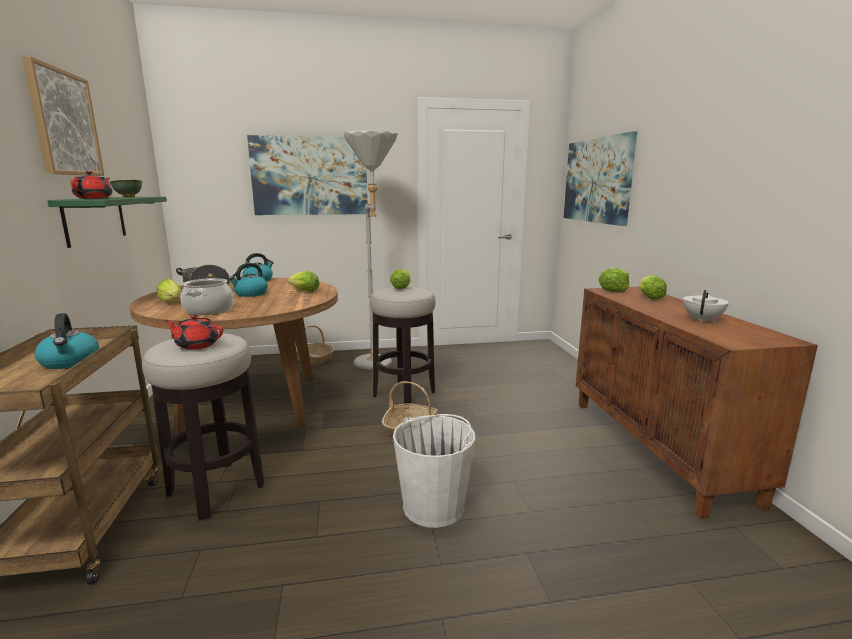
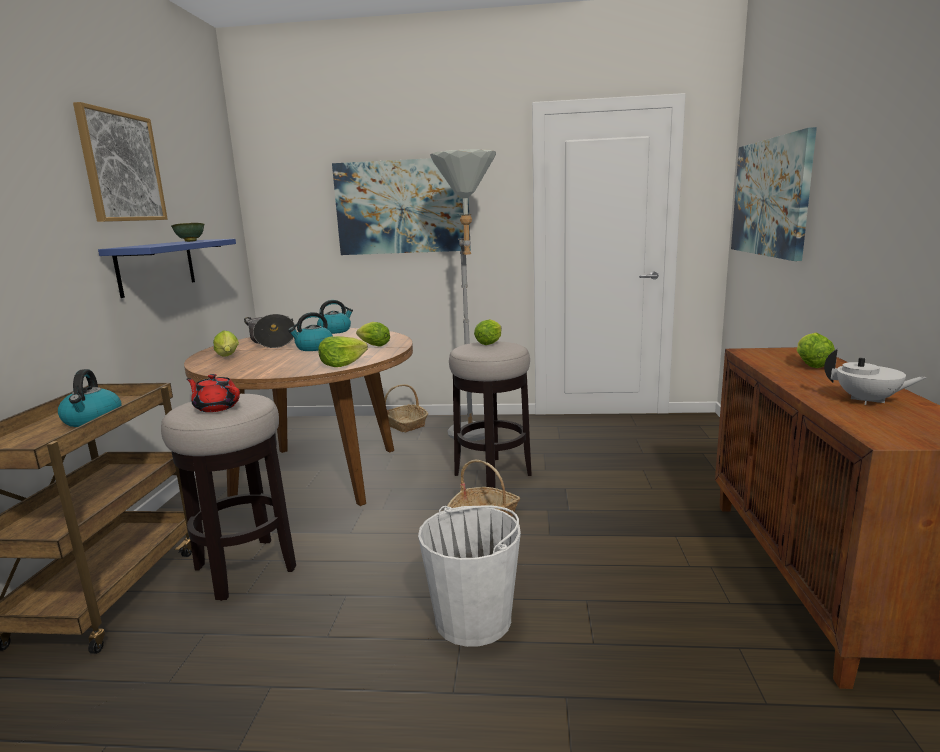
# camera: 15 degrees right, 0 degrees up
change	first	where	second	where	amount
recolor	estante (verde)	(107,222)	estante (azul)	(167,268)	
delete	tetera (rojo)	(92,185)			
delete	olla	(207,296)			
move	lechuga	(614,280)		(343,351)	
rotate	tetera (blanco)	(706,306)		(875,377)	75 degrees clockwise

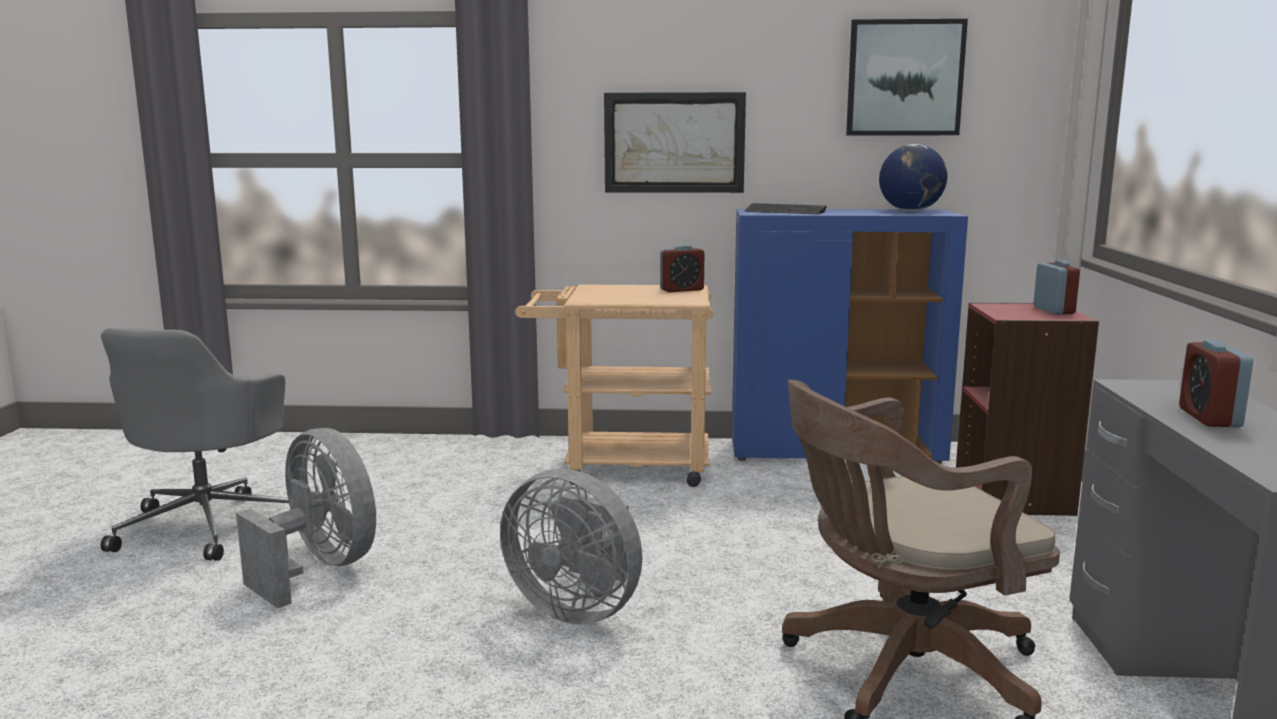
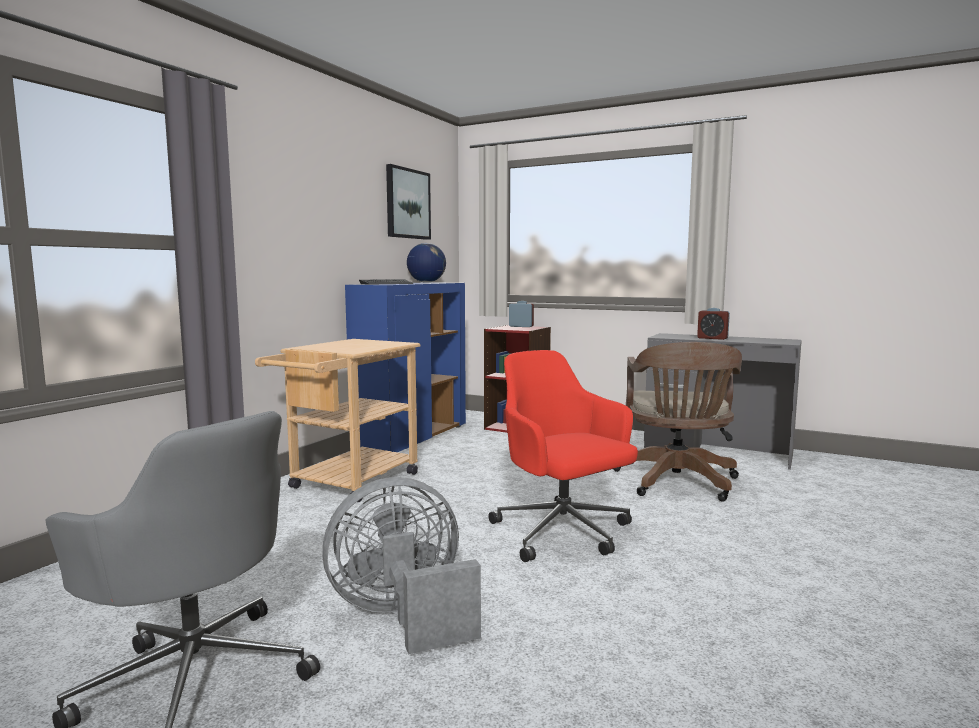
# camera: 65 degrees left, 5 degrees down
change	first	where	second	where	amount
replace	ventilador (gris)	(571,547)	silla de oficina (rojo)	(563,456)	
delete	cuadro	(675,142)			
delete	despertador	(682,268)			

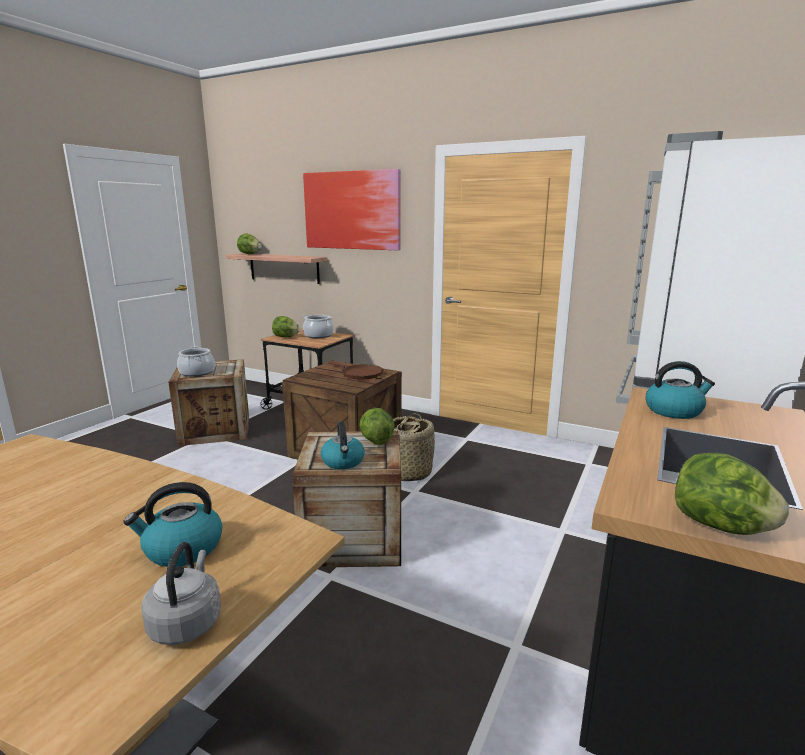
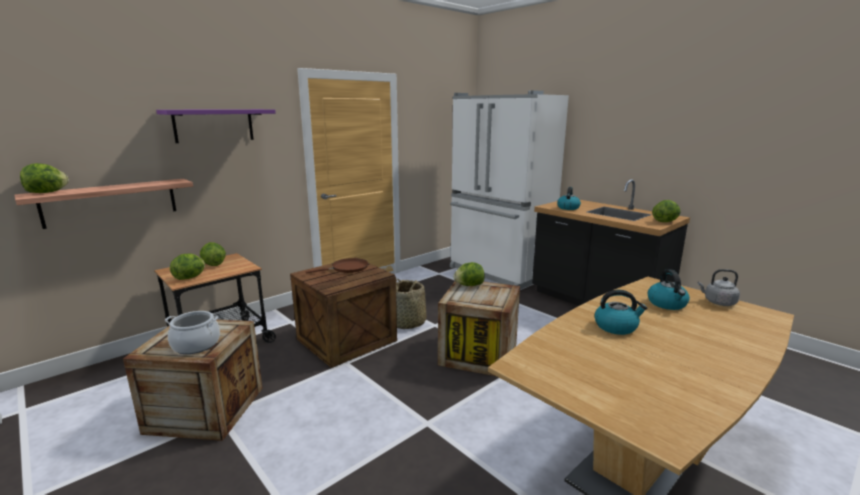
# camera: 70 degrees left, 0 degrees up
change	first	where	second	where	amount
replace	cuadro	(352,210)	estante (morado)	(216,126)	
replace	olla	(318,326)	lechuga	(213,254)	
move	hervidor	(342,445)		(621,312)	

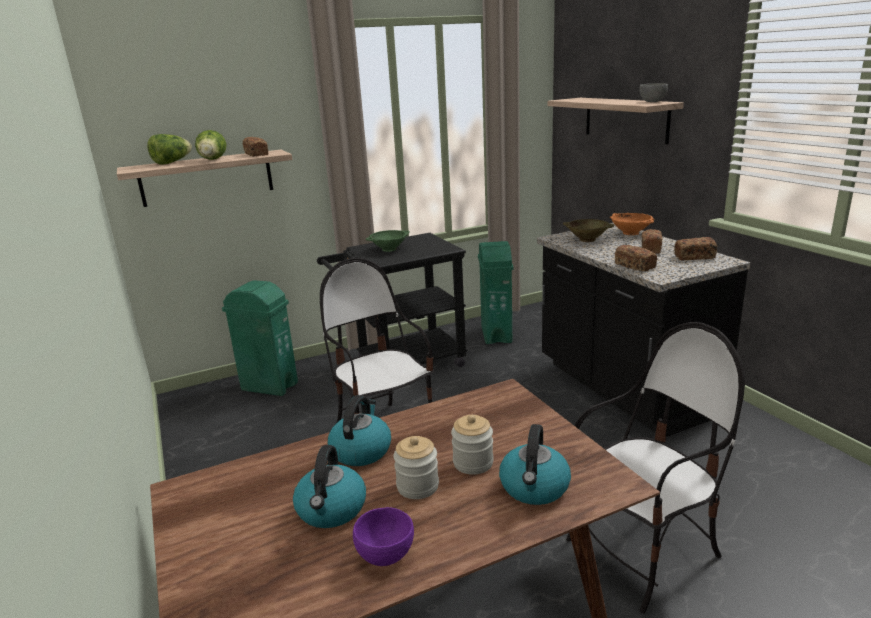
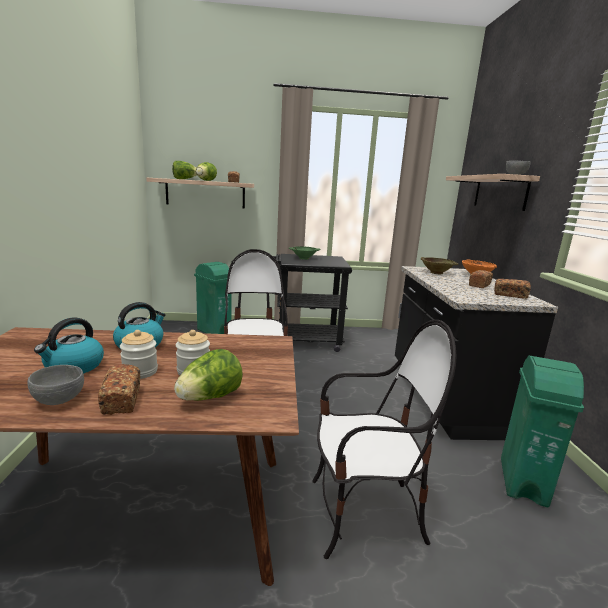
# camera: 20 degrees right, 5 degrees down
change	first	where	second	where	amount
recolor	cuenco (morado)	(383,536)	cuenco (gris)	(55,385)	
move	papelera (verde)	(495,292)		(542,431)	
replace	hervidor	(535,464)	lechuga	(208,375)	
move	pan	(635,258)		(119,389)	

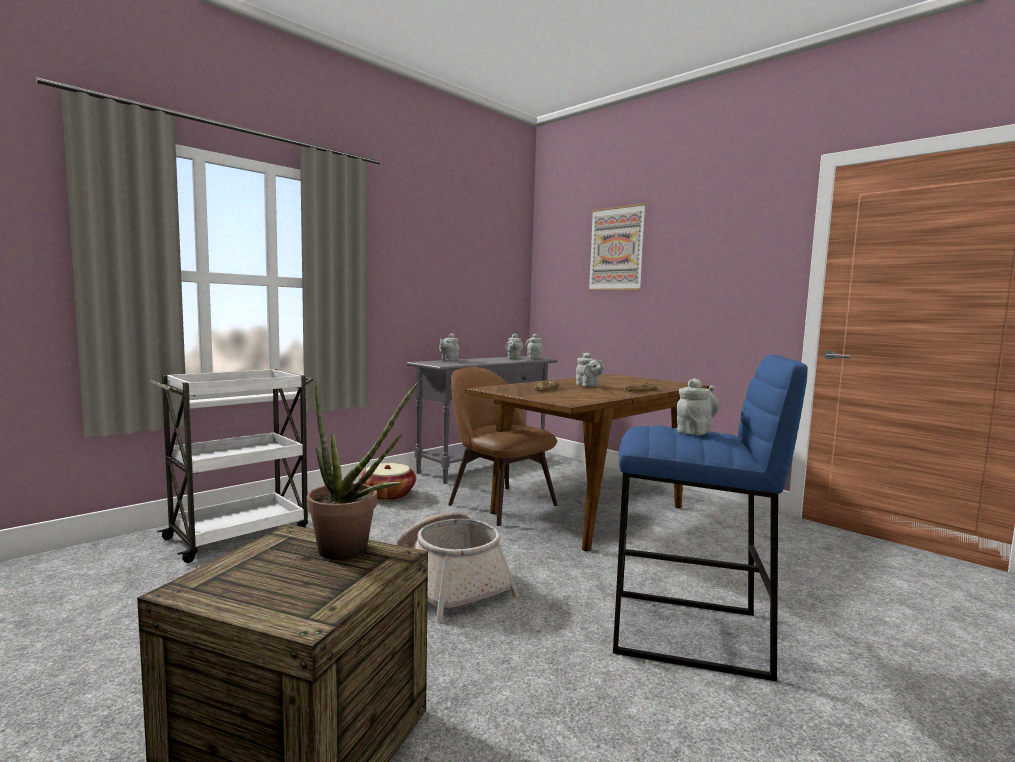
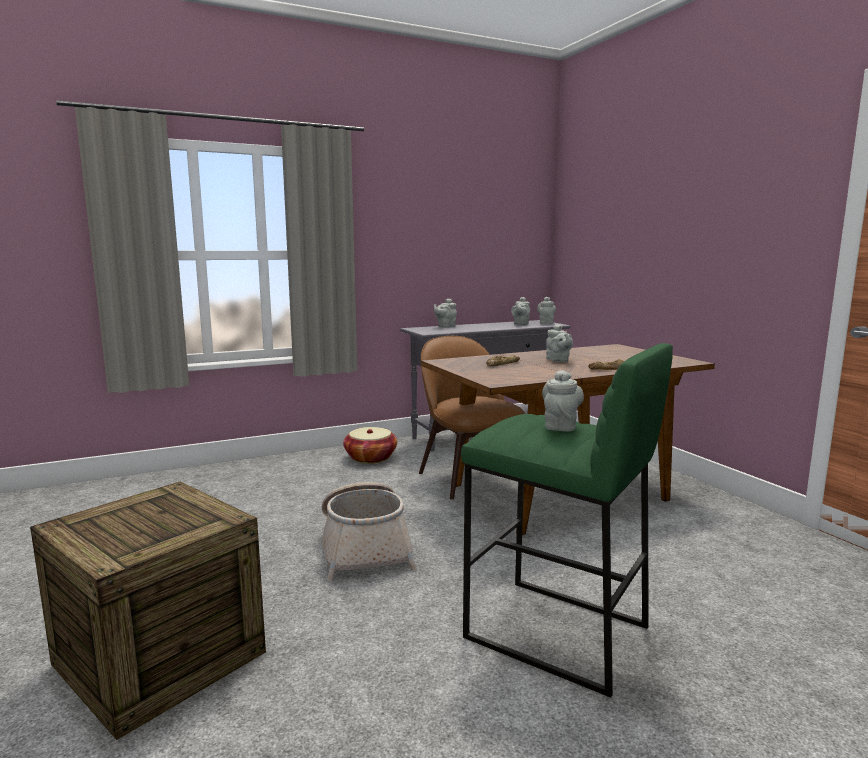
# camera: 20 degrees right, 5 degrees up
change	first	where	second	where	amount
delete	carrito (blanco)	(232,466)			
delete	planta en maceta	(362,470)			
delete	cuadro	(617,247)			
recolor	taburete (azul)	(710,518)	taburete (verde)	(567,520)	
rotate	tetera (gris)	(697,406)		(563,401)	45 degrees counterclockwise

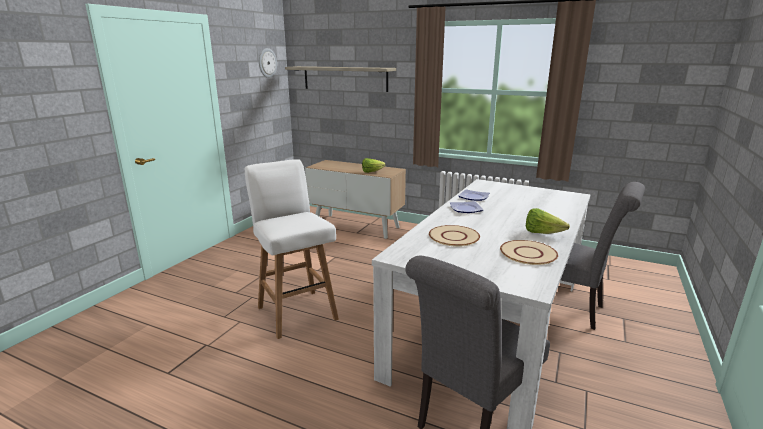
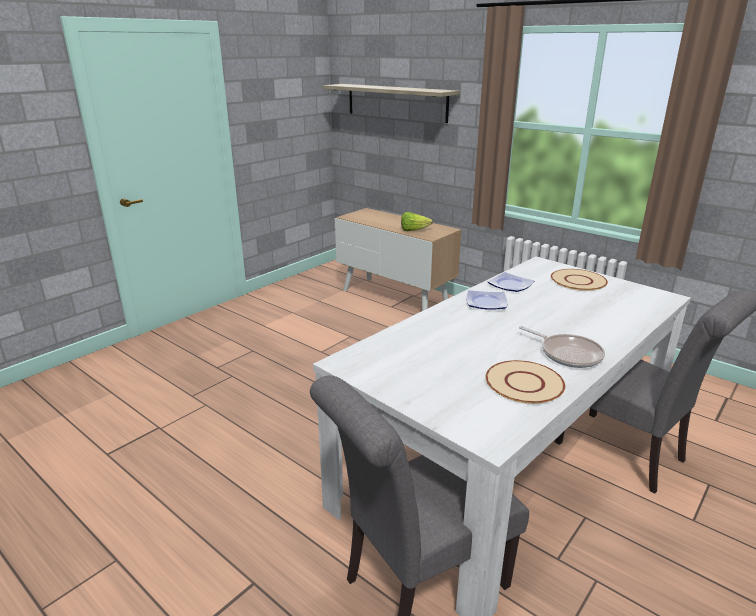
# camera: 15 degrees right, 5 degrees up
change	first	where	second	where	amount
delete	taburete (blanco)	(291,249)			
delete	reloj de pared	(268,63)			
move	plato (beis)	(454,236)		(579,280)	
replace	lechuga	(548,221)	sartén	(562,347)	

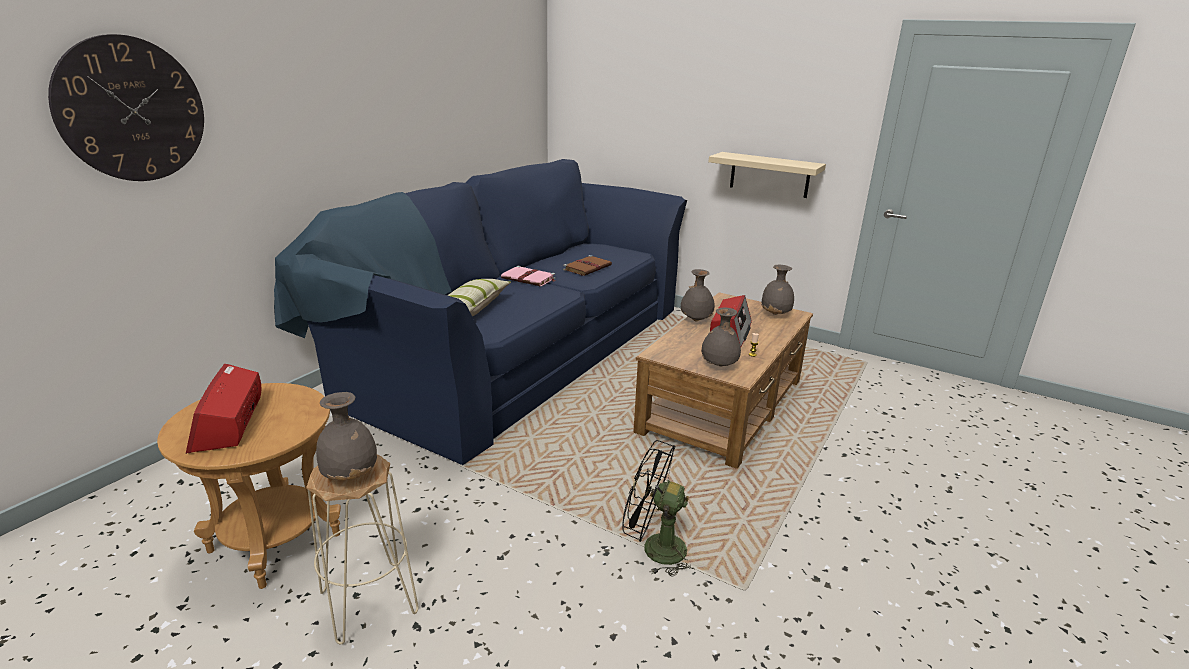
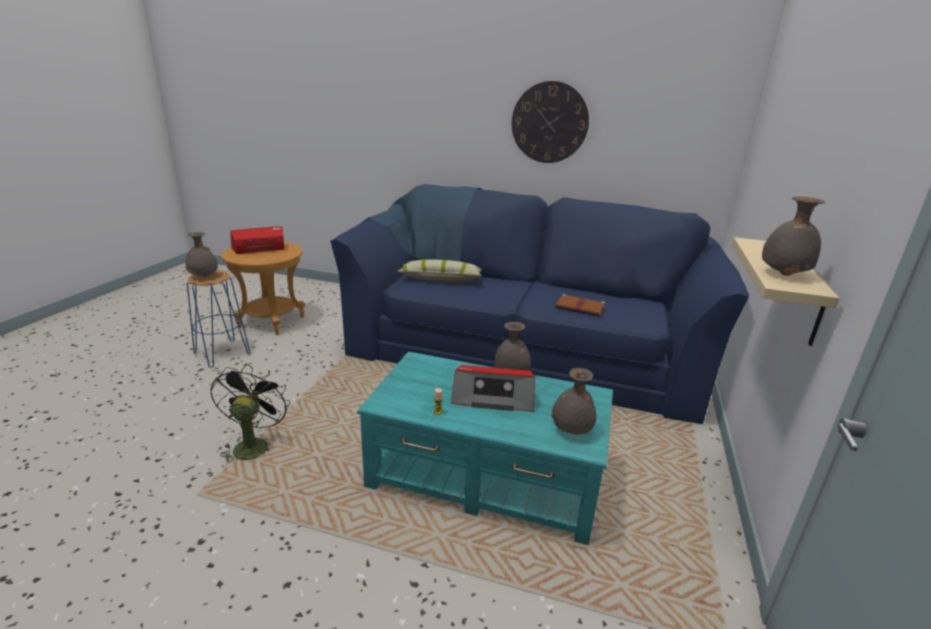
# camera: 75 degrees right, 0 degrees up
change	first	where	second	where	amount
move	reloj de pared	(126,107)		(550,122)	
recolor	taburete (beis)	(362,549)	taburete (azul)	(218,319)	
delete	libro (rosa)	(528,276)			
recolor	mesa de centro (marrón)	(723,380)	mesa de centro (turquesa)	(485,448)	
move	florero (gris)	(721,337)		(793,236)	

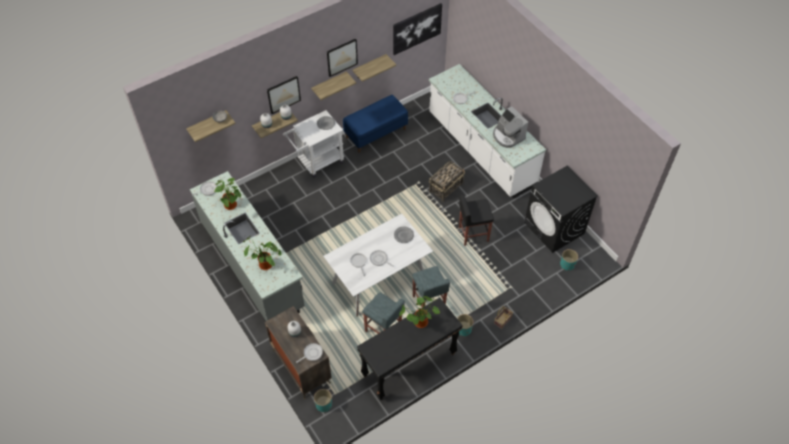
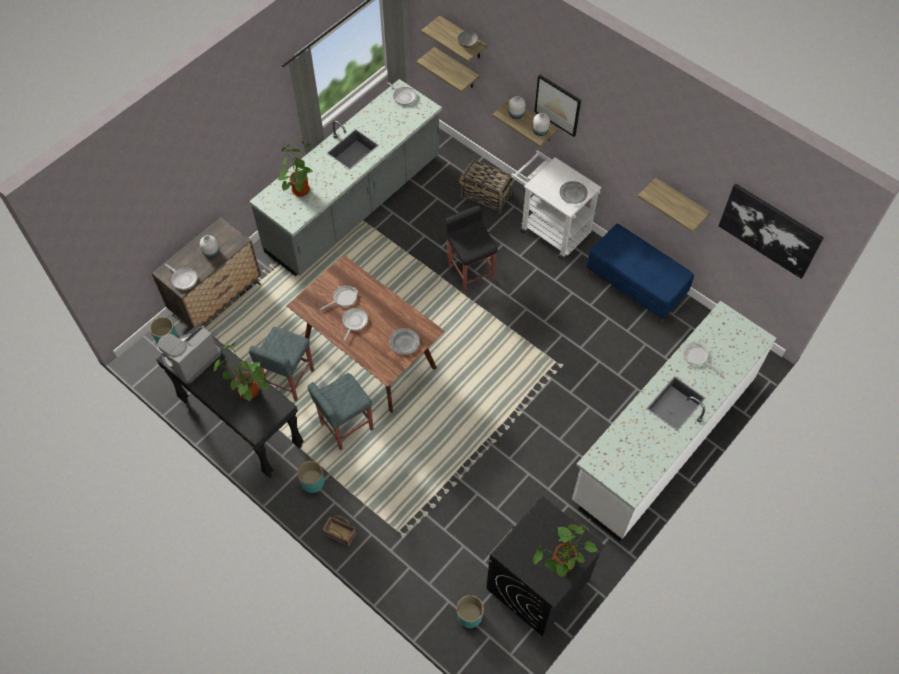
# camera: 75 degrees right, 5 degrees up
change	first	where	second	where	amount
move	planta en maceta	(227,194)		(565,550)	
move	estante	(333,85)		(448,70)	
recolor	mesa de comedor (blanco)	(378,265)	mesa de comedor (marrón)	(365,334)	
delete	cuadro	(342,58)			
move	cesta	(447,181)		(486,186)	
move	taburete (negro)	(476,220)		(471,249)	
move	cafetera	(510,127)		(189,355)	

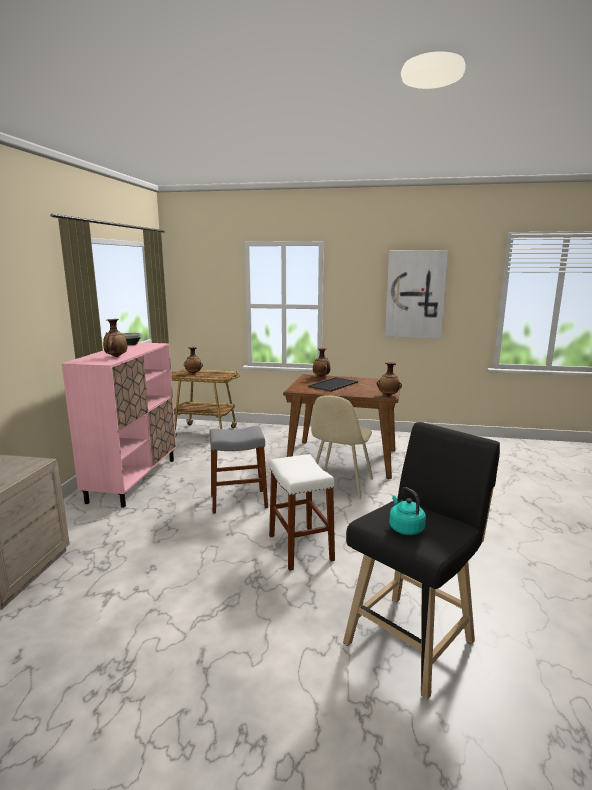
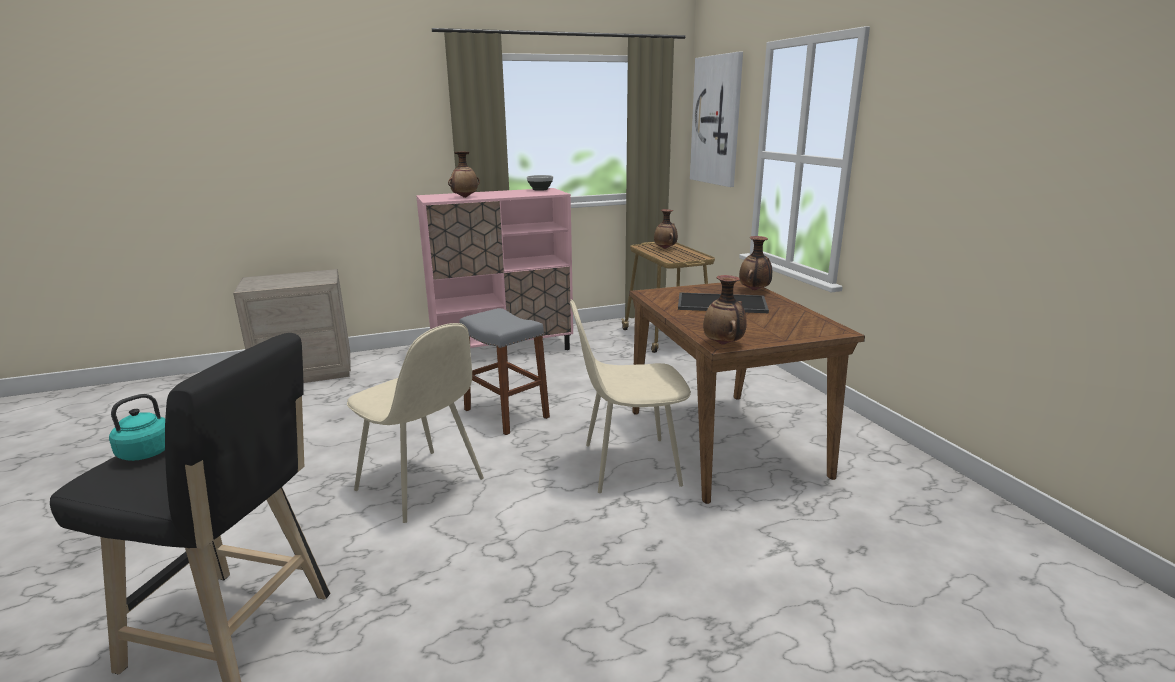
# camera: 60 degrees right, 5 degrees up
change	first	where	second	where	amount
replace	taburete (blanco)	(302,512)	silla (beis)	(415,423)	
move	cuadro	(416,294)		(716,119)	

